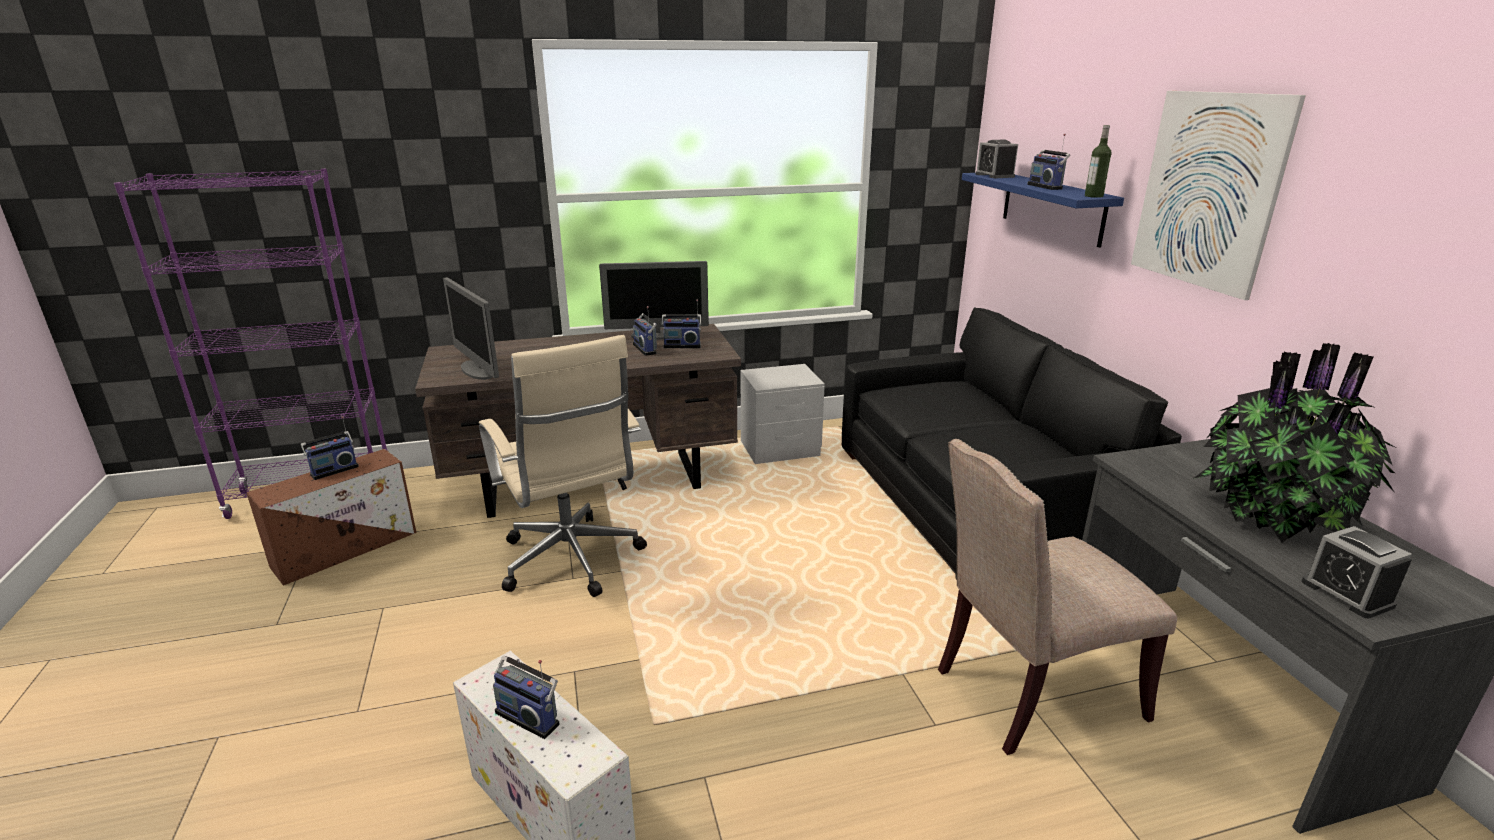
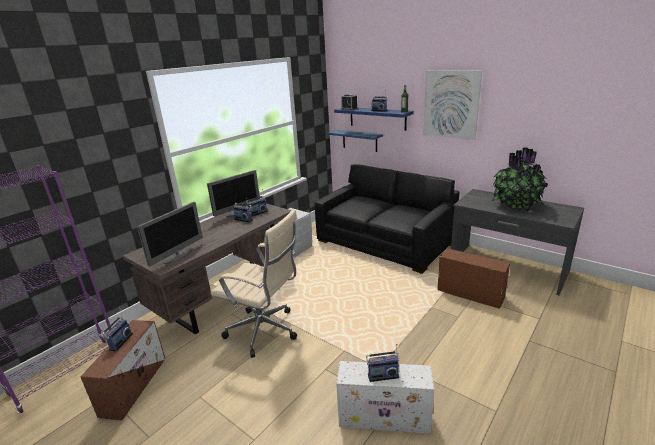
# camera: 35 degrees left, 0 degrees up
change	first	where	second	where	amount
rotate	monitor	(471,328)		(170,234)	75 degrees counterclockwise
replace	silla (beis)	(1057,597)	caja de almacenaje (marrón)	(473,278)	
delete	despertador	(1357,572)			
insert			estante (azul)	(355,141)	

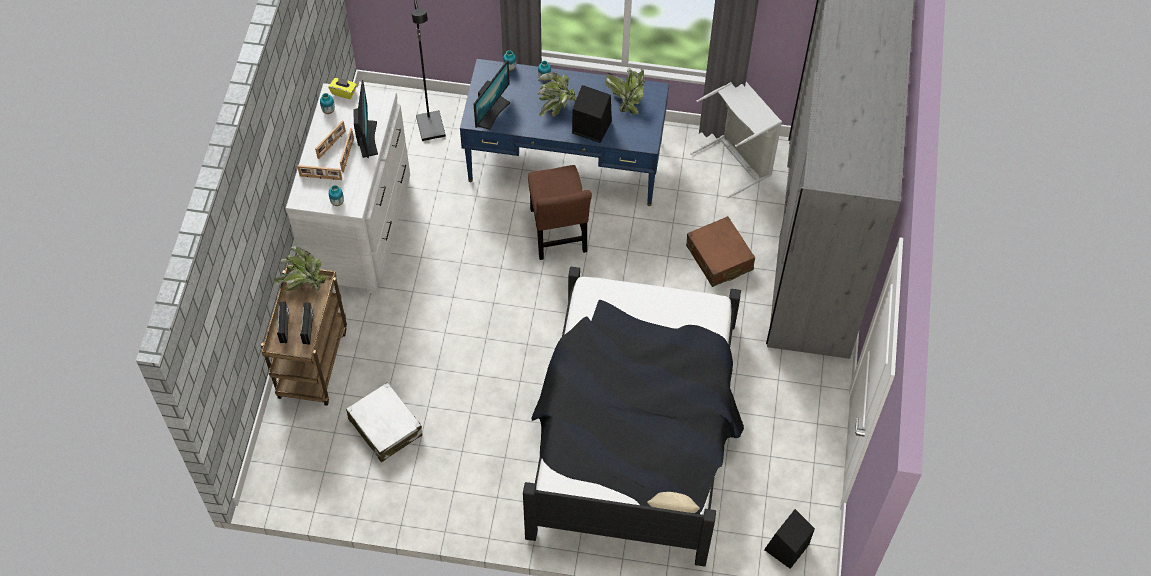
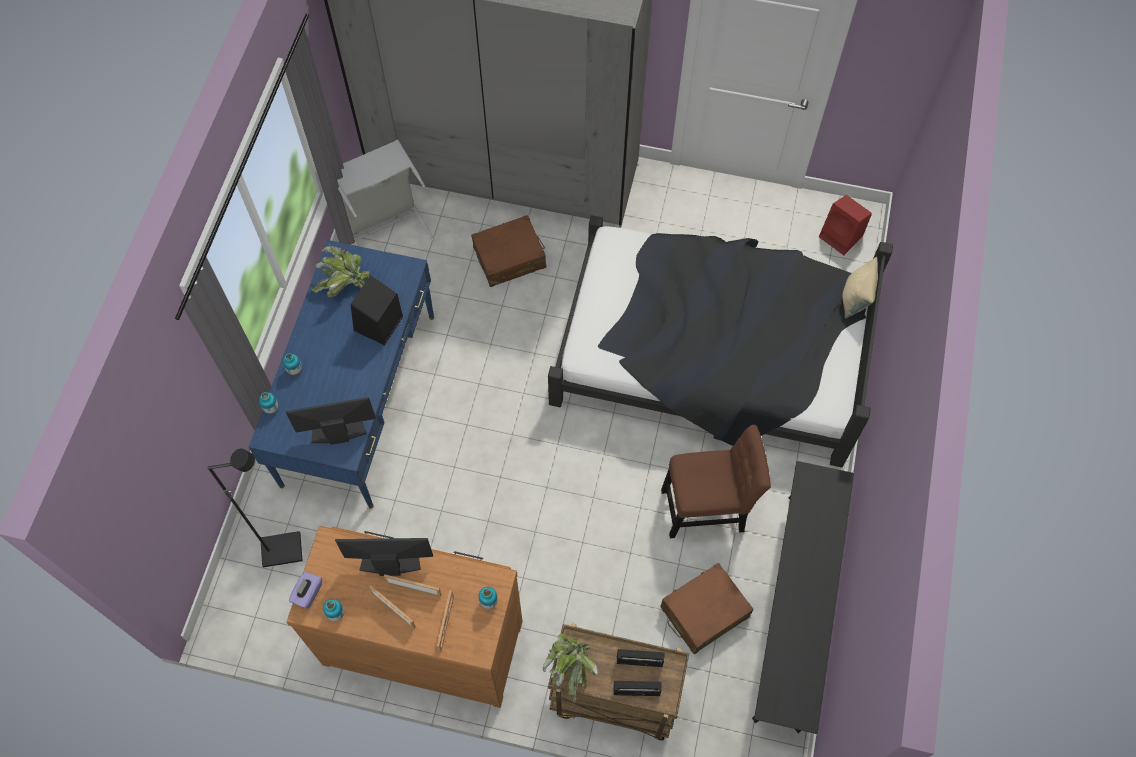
# camera: 85 degrees left, 5 degrees up
change	first	where	second	where	amount
recolor	cómoda (blanco)	(347,188)	cómoda (marrón)	(405,617)	
recolor	caja de pañuelos (amarillo)	(342,88)	caja de pañuelos (morado)	(305,590)	
recolor	maleta (blanco)	(384,422)	maleta (marrón)	(706,608)	
rotate	monitor	(492,95)		(331,421)	45 degrees counterclockwise
move	silla (marrón)	(560,212)		(716,481)	
delete	planta en maceta	(557,94)			
recolor	altavoz (negro)	(789,539)	altavoz (rojo)	(845,225)	
insert			banco (negro)	(803,597)	

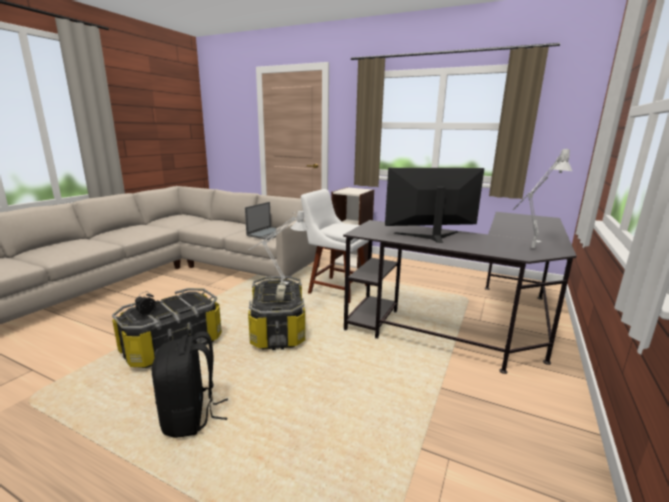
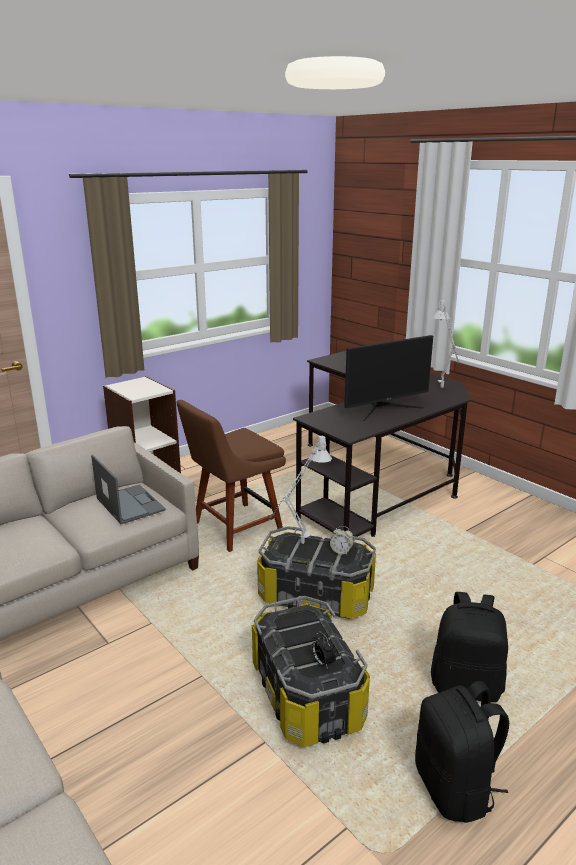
# camera: 65 degrees left, 5 degrees up
change	first	where	second	where	amount
recolor	silla (blanco)	(335,246)	silla (marrón)	(231,476)	
rotate	monitor	(434,205)		(388,378)	135 degrees counterclockwise
insert			mochila (negro)	(462,752)	

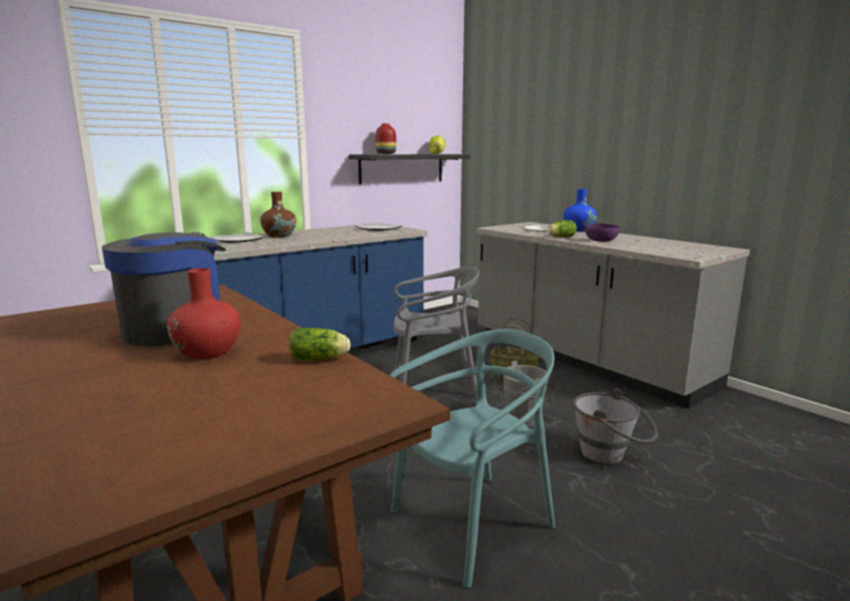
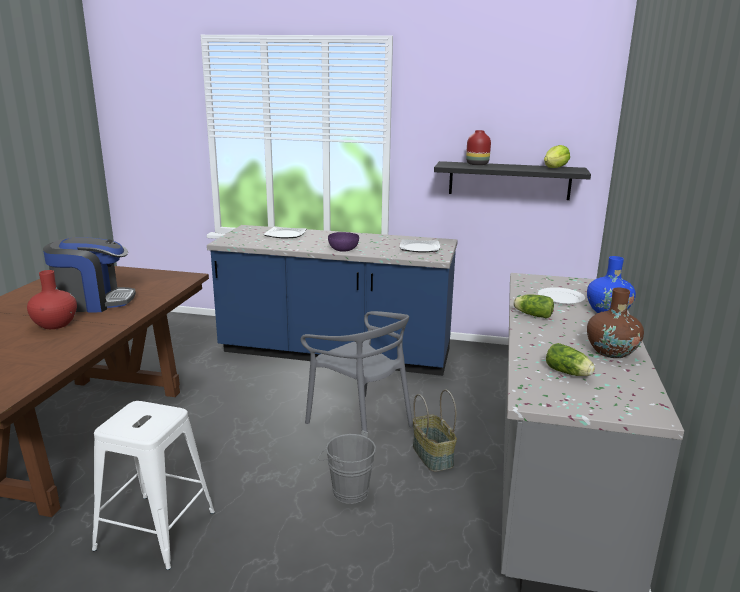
# camera: 50 degrees right, 5 degrees up
change	first	where	second	where	amount
move	florero (marrón)	(278,214)		(615,323)	
move	lechuga	(320,344)		(570,359)	
replace	silla (turquesa)	(472,458)	taburete (blanco)	(153,485)	
delete	cubo (gris)	(615,426)			
move	cuenco (morado)	(602,233)		(343,241)	

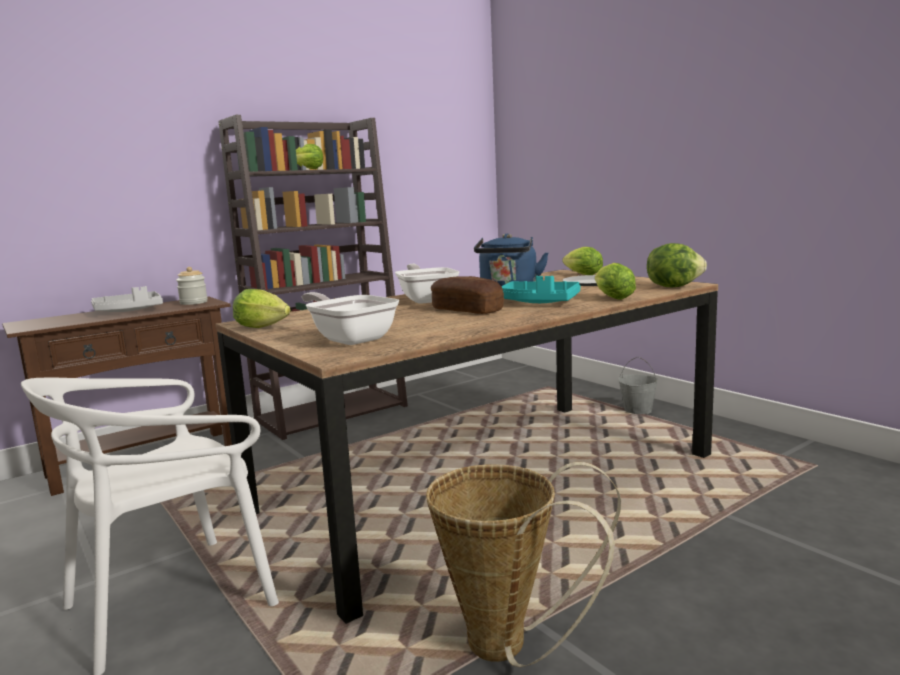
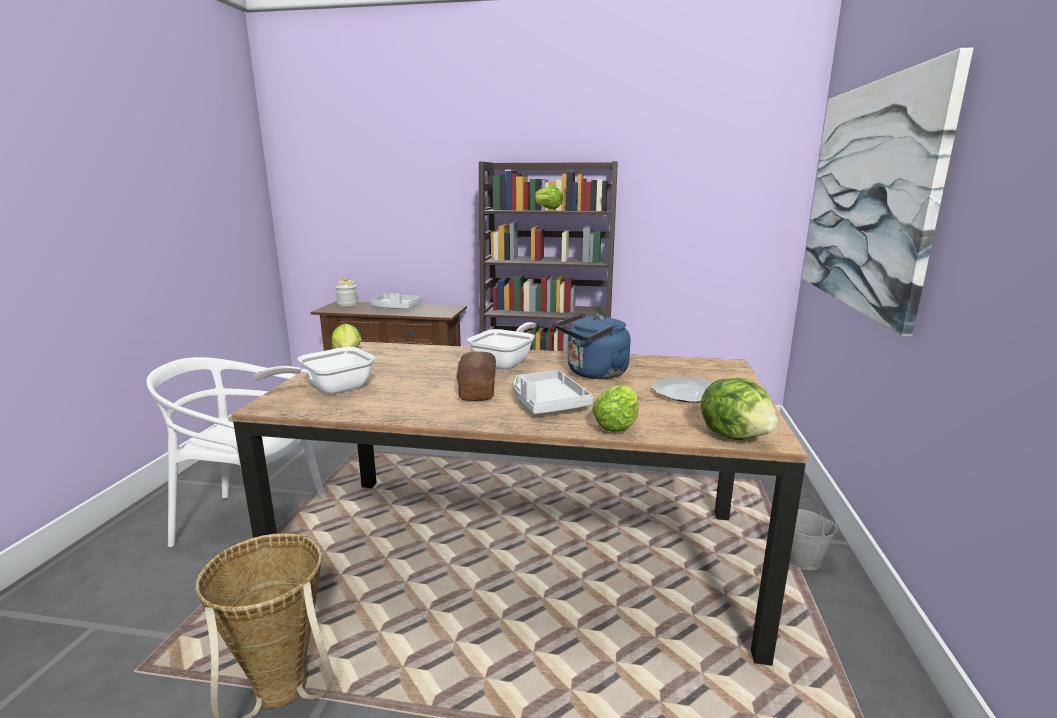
# camera: 45 degrees right, 5 degrees up
change	first	where	second	where	amount
move	tarro	(192,286)		(346,291)	
rotate	sartén	(350,318)		(314,371)	135 degrees counterclockwise
recolor	bandeja (turquesa)	(541,289)	bandeja (gris)	(553,392)	
delete	lechuga	(582,261)			
insert			cuadro	(887,191)	

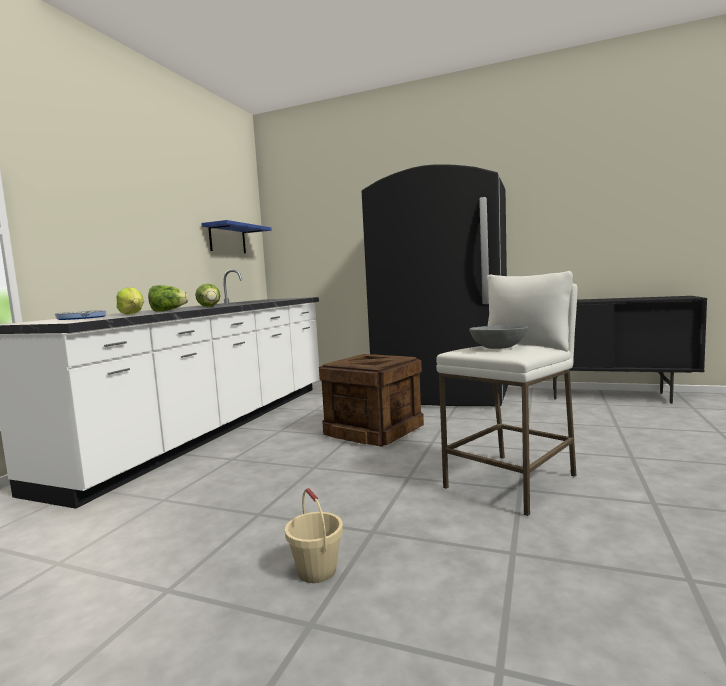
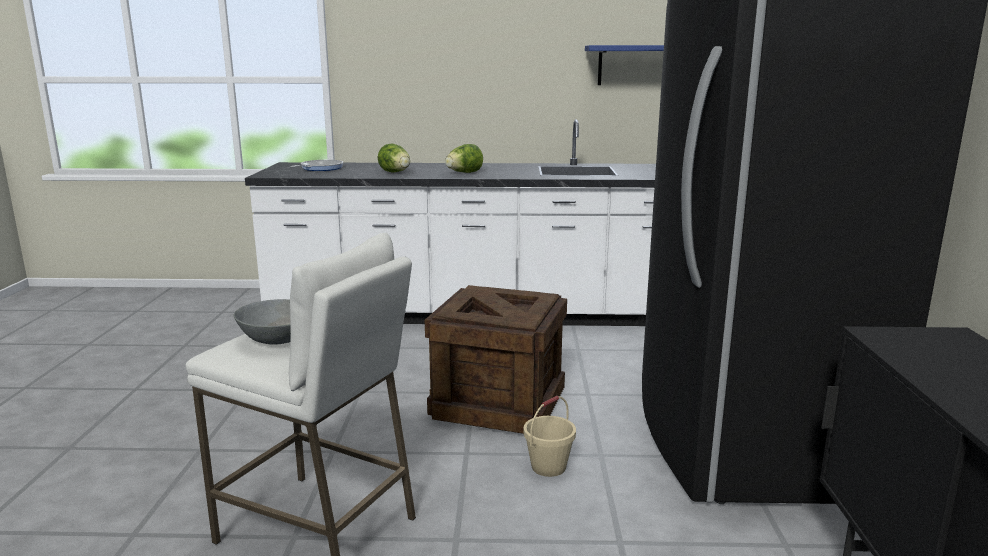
# camera: 70 degrees right, 10 degrees up
change	first	where	second	where	amount
delete	lechuga	(130,301)			
move	cubo (beis)	(314,535)		(549,436)	

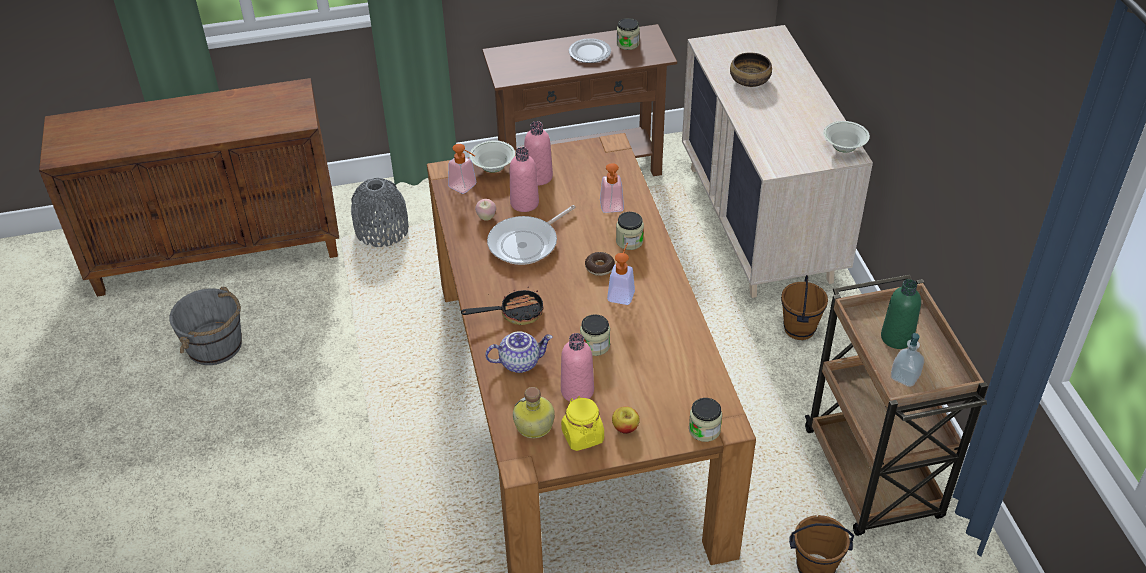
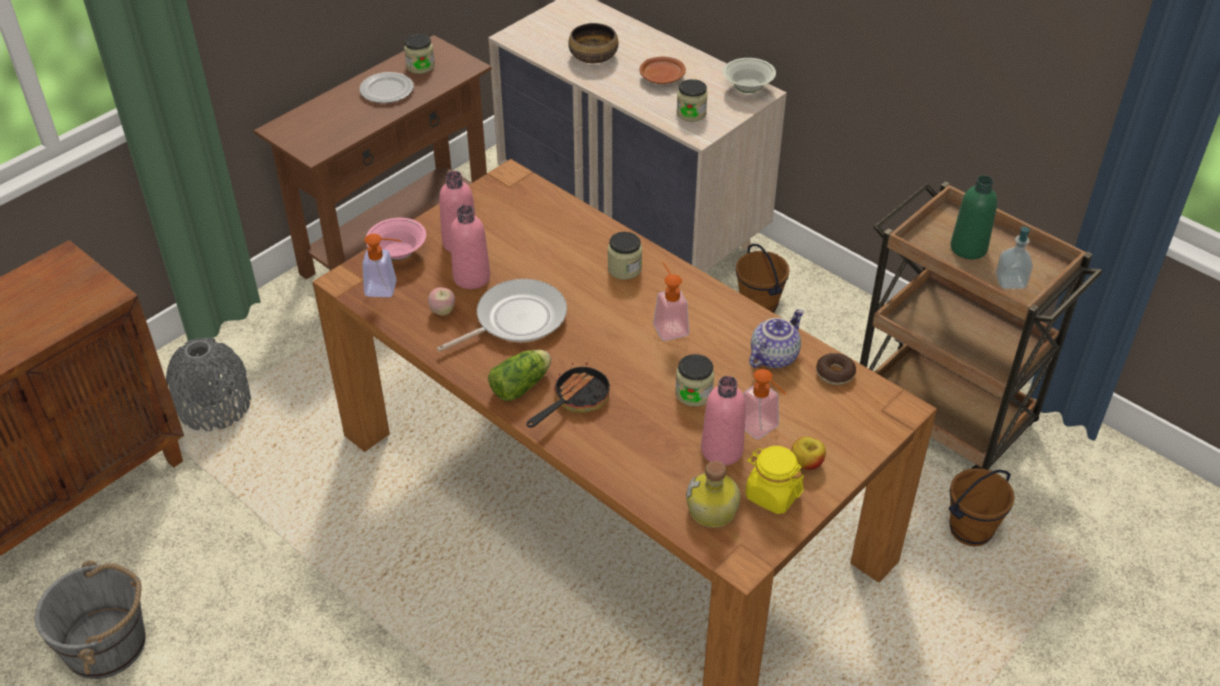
# camera: 35 degrees left, 0 degrees up
change	first	where	second	where	amount
recolor	cuenco (blanco)	(492,156)	cuenco (rosa)	(396,239)	
move	tetera	(519,352)		(776,338)	
rotate	sartén	(531,235)		(502,315)	135 degrees counterclockwise
move	rosquilla	(600,264)		(836,369)	
move	dispensador de jabón	(612,188)		(764,404)	
move	tarro	(705,420)		(692,100)	
insert			lechuga	(519,375)	
insert			plato (marrón)	(662,70)	

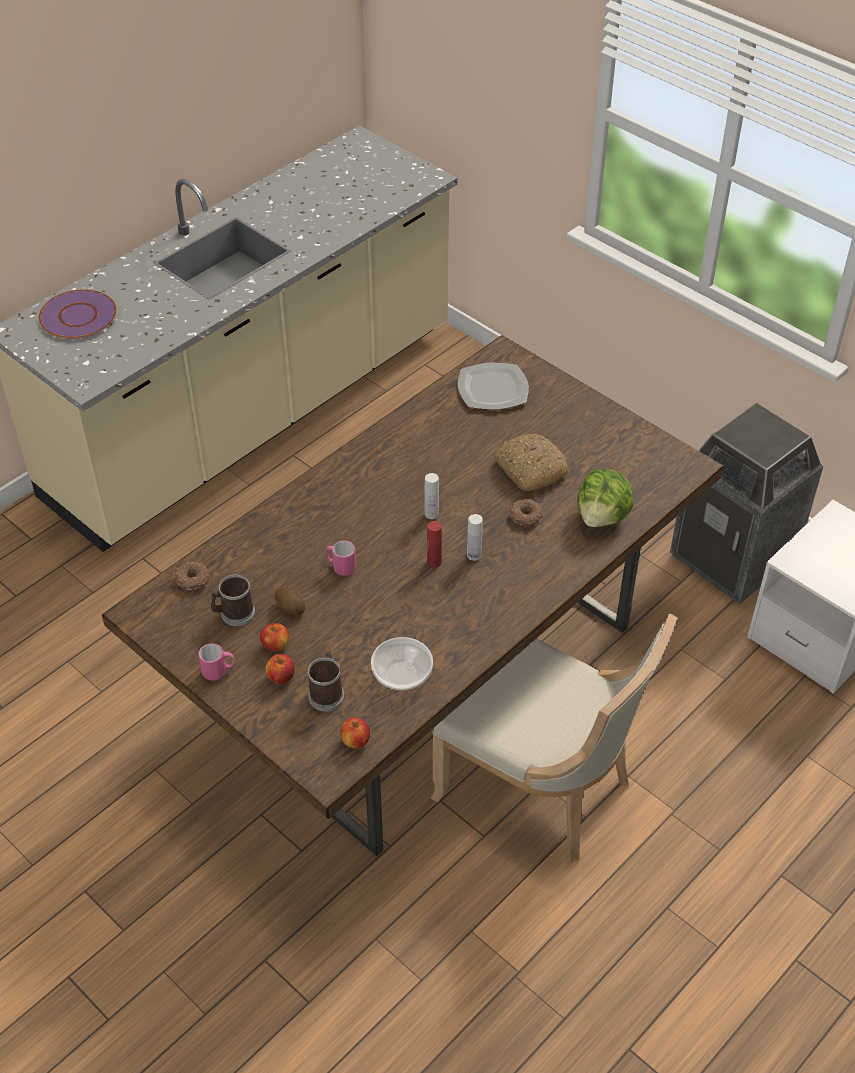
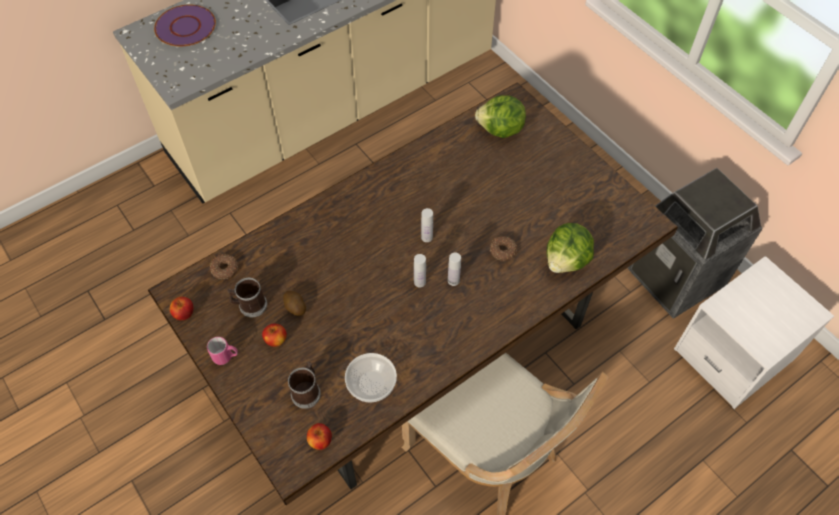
# camera: 10 degrees right, 10 degrees up
change	first	where	second	where	amount
move	manzana	(279,669)		(181,308)	
delete	taza grande (rosa)	(340,558)			
recolor	botella (rojo)	(434,544)	botella (blanco)	(420,270)	
replace	plato	(493,386)	lechuga	(500,116)	
delete	pan	(531,462)			

